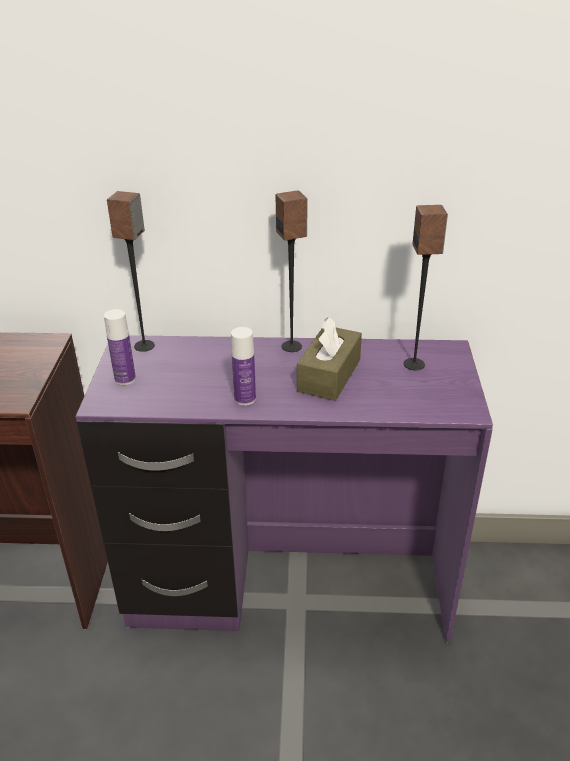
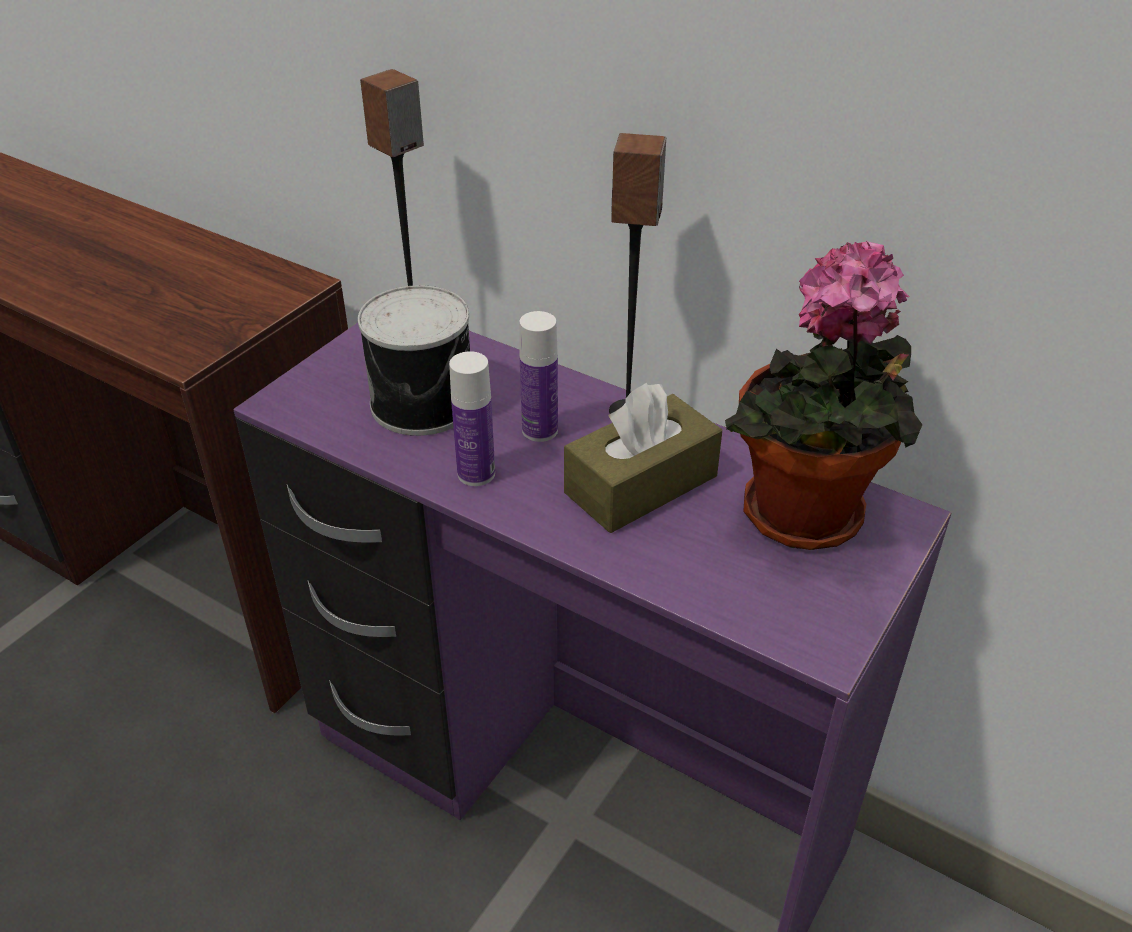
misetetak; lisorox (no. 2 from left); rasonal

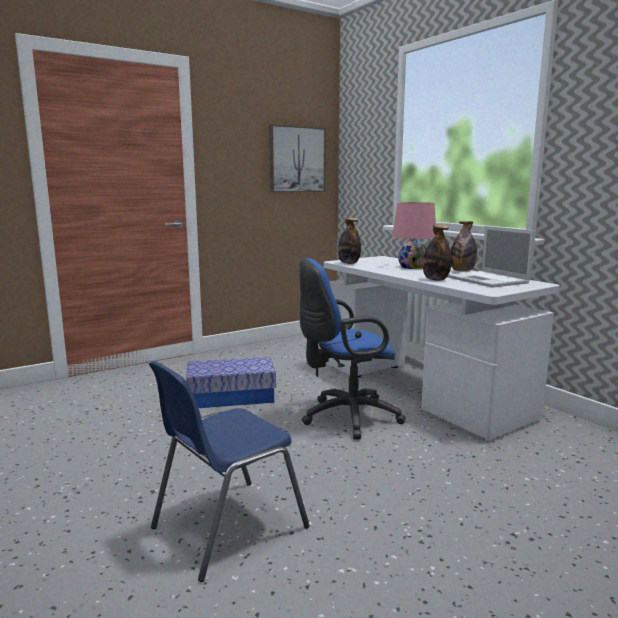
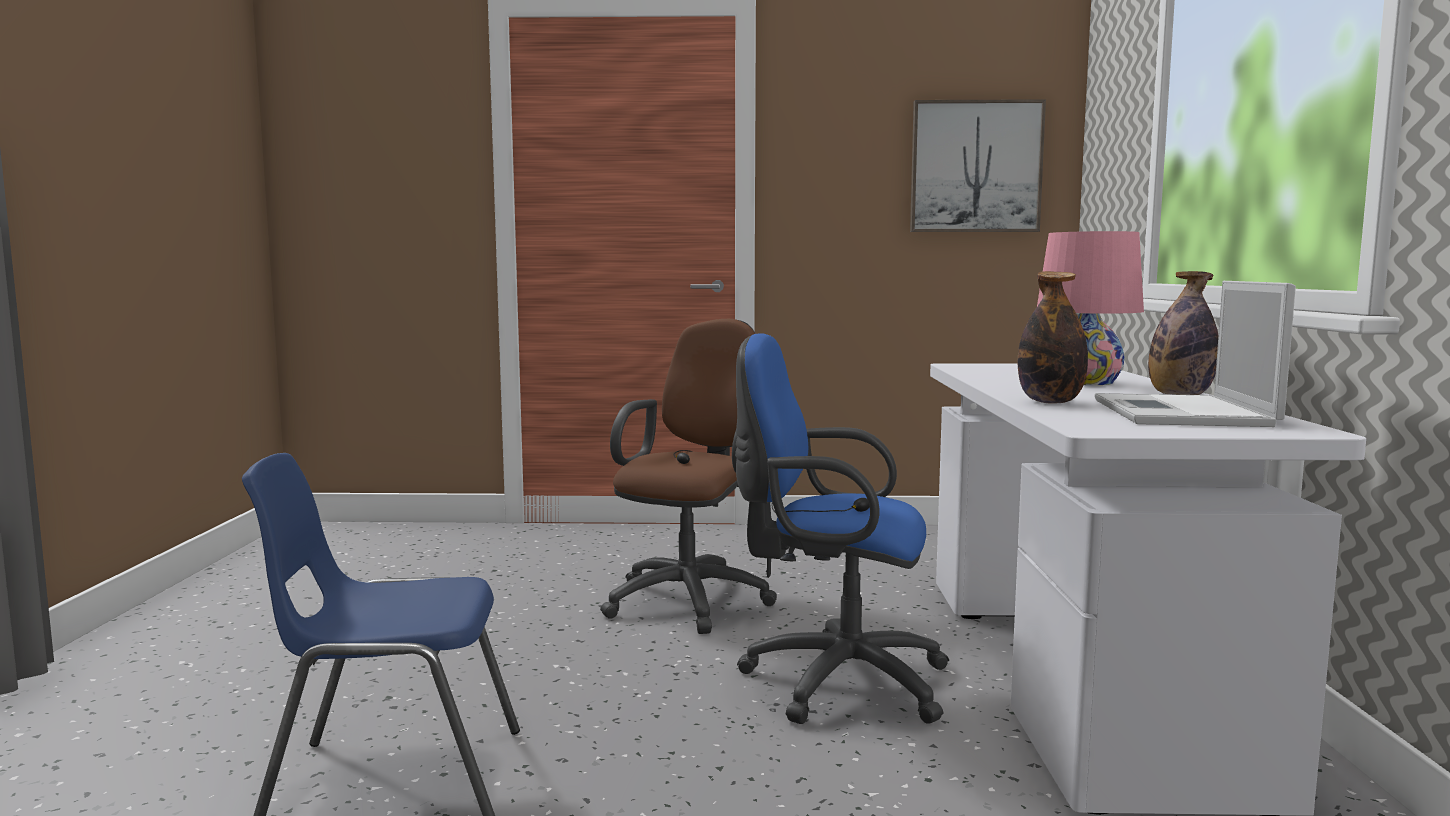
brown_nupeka; lisorox (no. 1 from left in the first image)

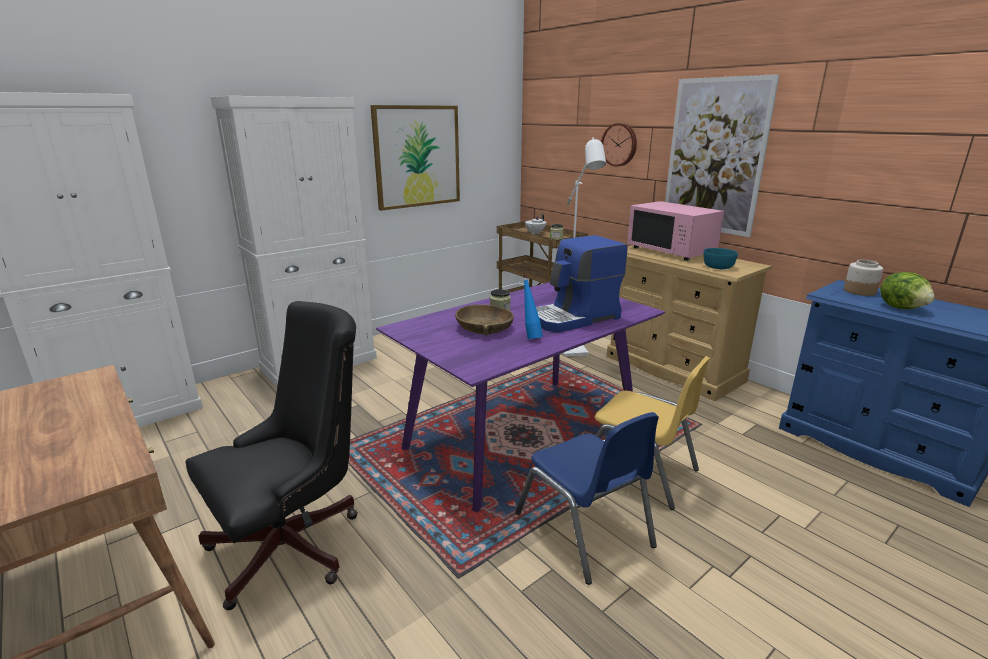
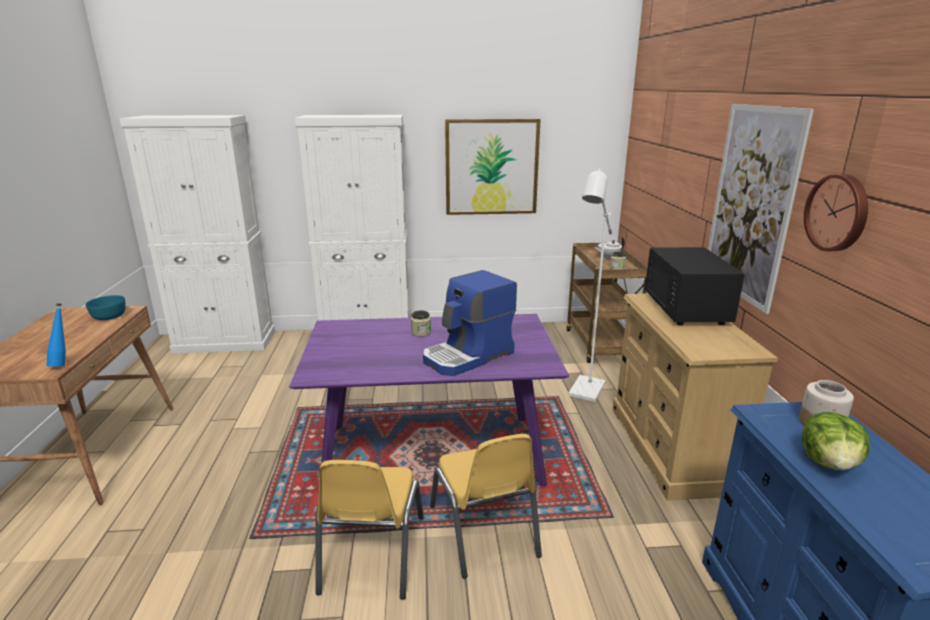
blue_lisorox; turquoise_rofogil; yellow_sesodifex (no. 1 from left); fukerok; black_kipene; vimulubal; black_nupeka; brown_rofogil

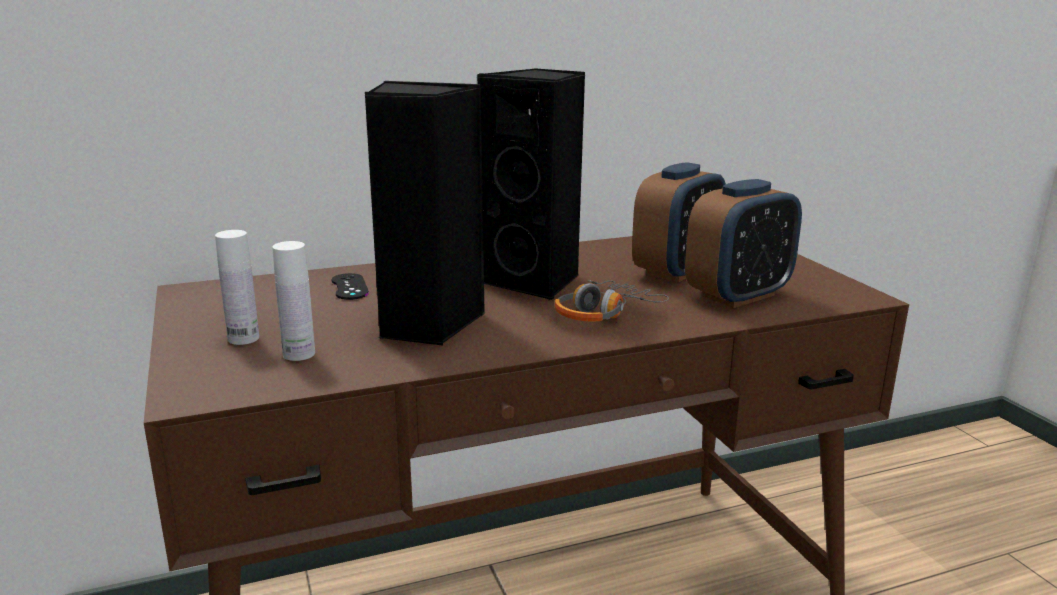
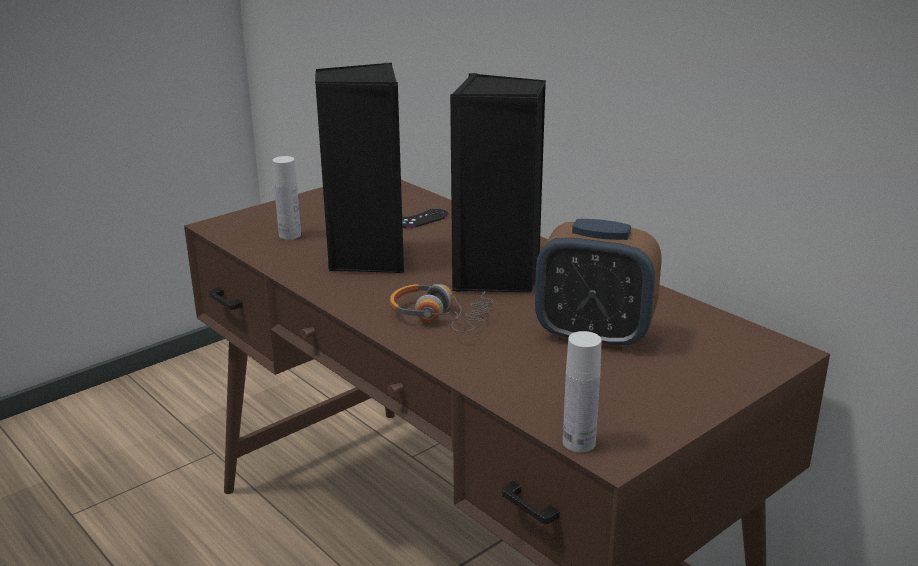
white_lisorox (no. 2 from left); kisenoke (no. 2 from left in the first image)

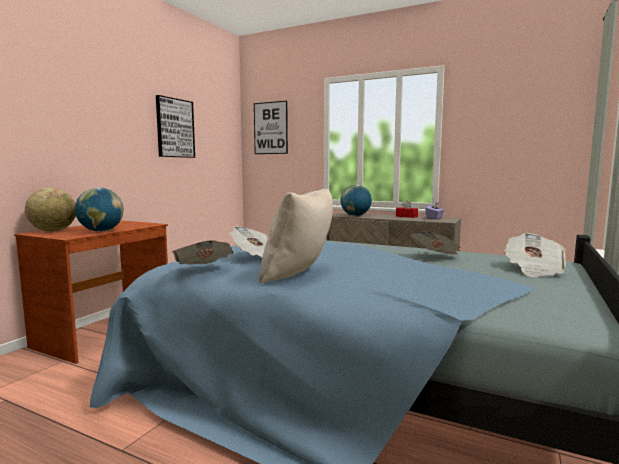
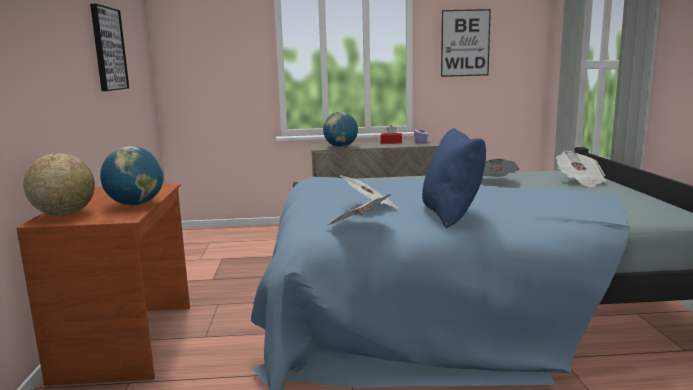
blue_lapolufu; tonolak (no. 2 from left)

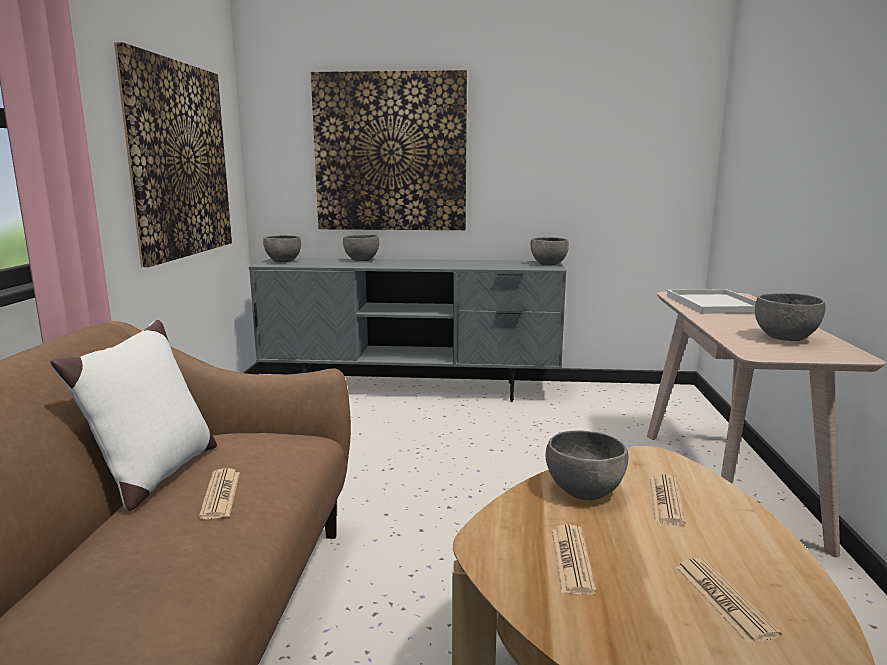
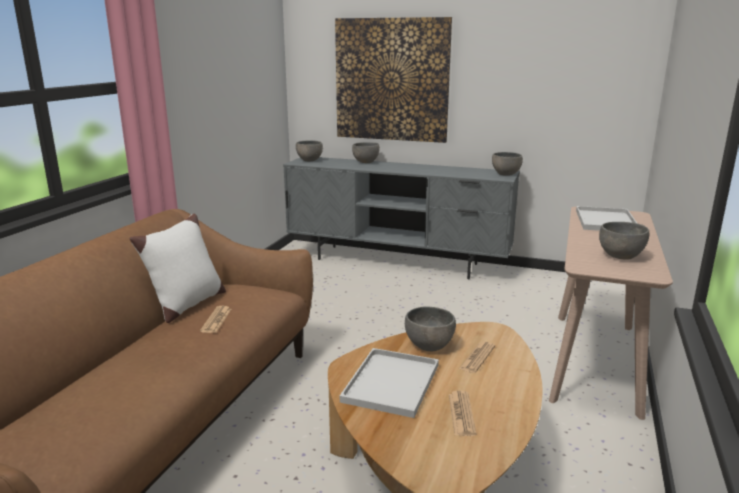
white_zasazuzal (no. 1 from left); tonolak (no. 1 from left in the first image)

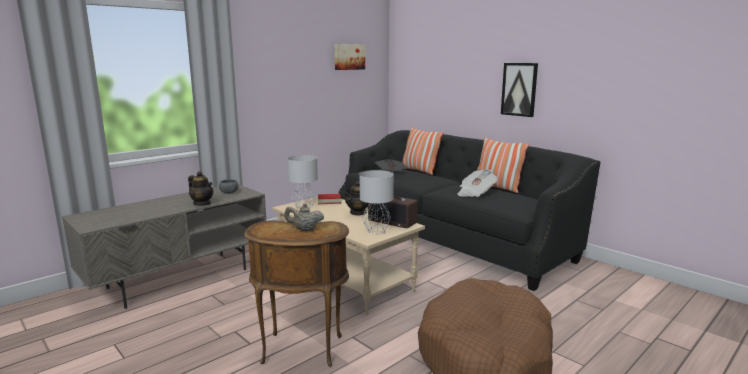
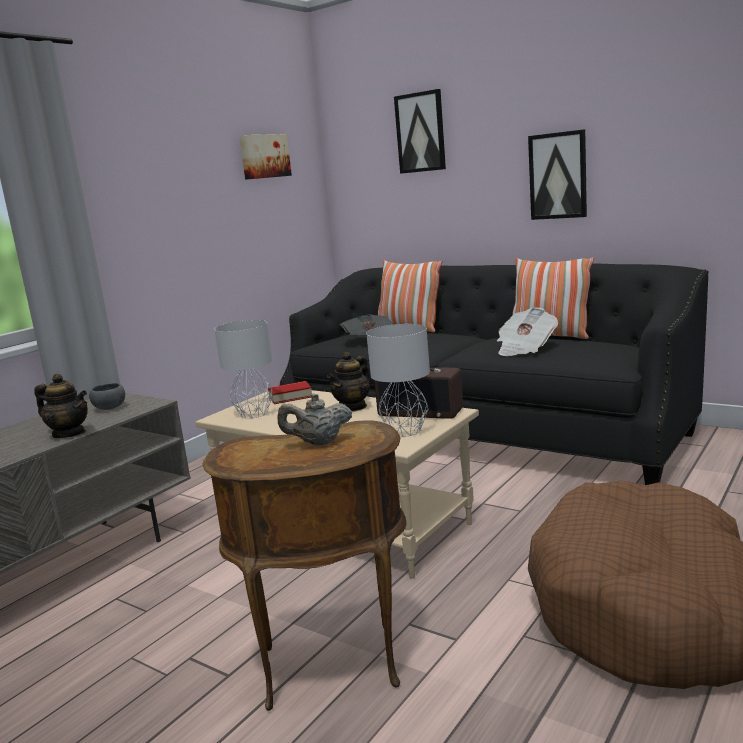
tonolak (no. 2 from left)

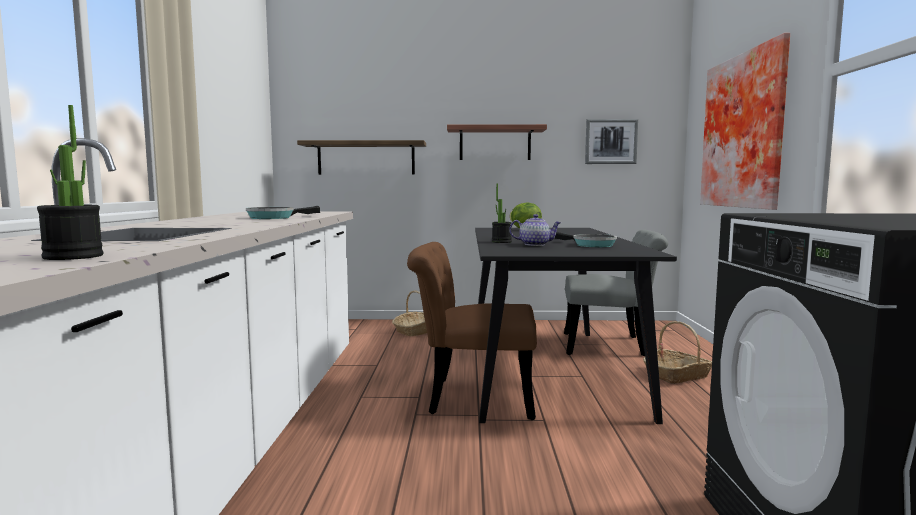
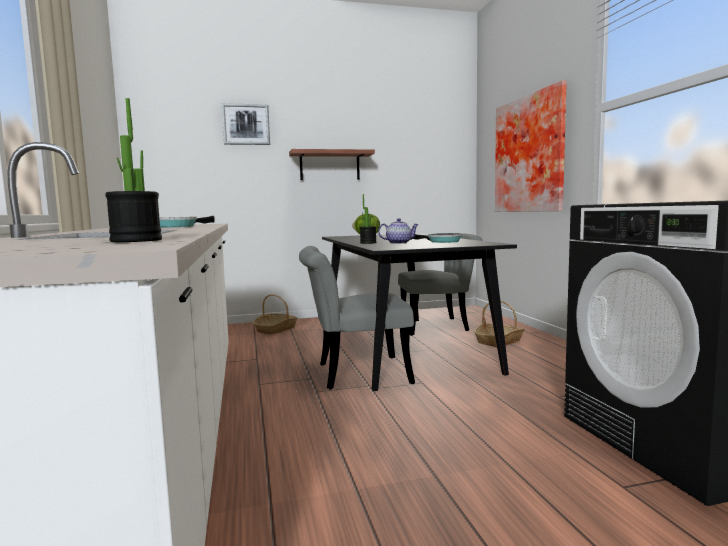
tonolak (no. 1 from left); grey_sesodifex (no. 1 from left); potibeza (no. 1 from left in the first image)

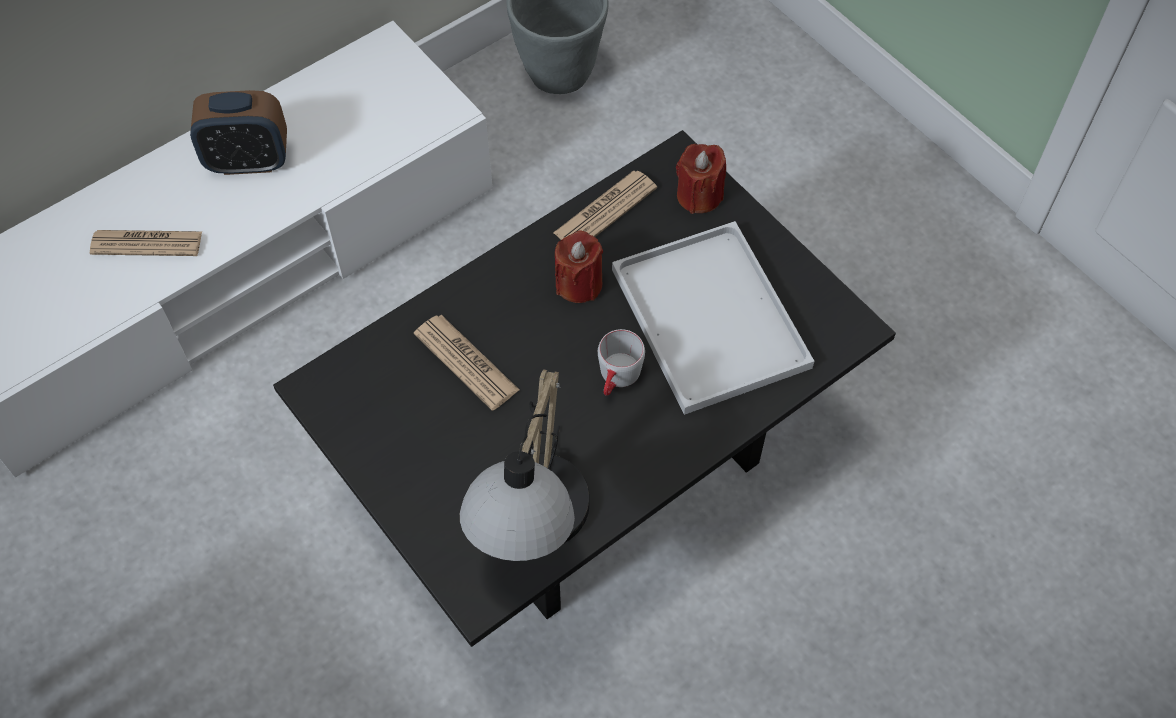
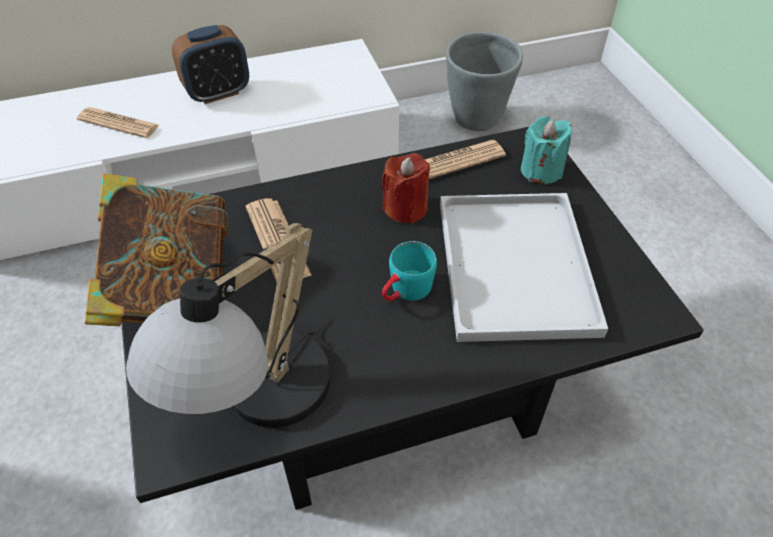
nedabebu; kisenoke; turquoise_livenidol; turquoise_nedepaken

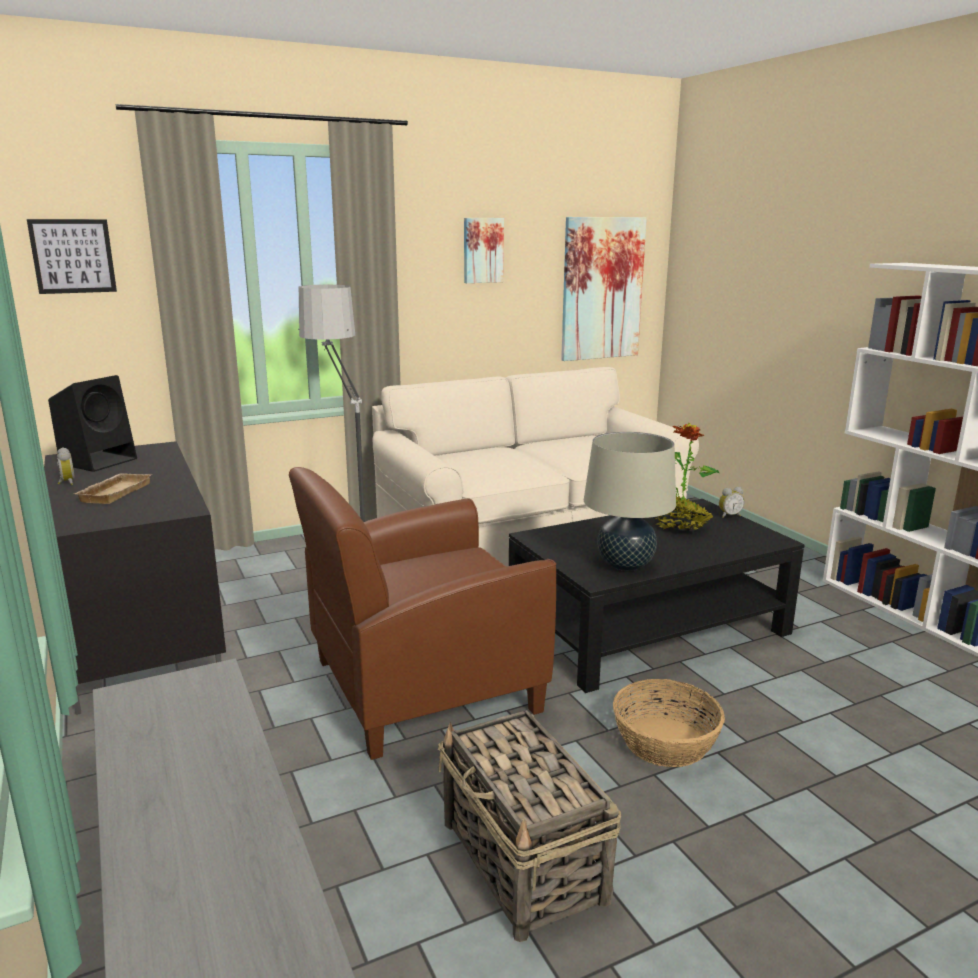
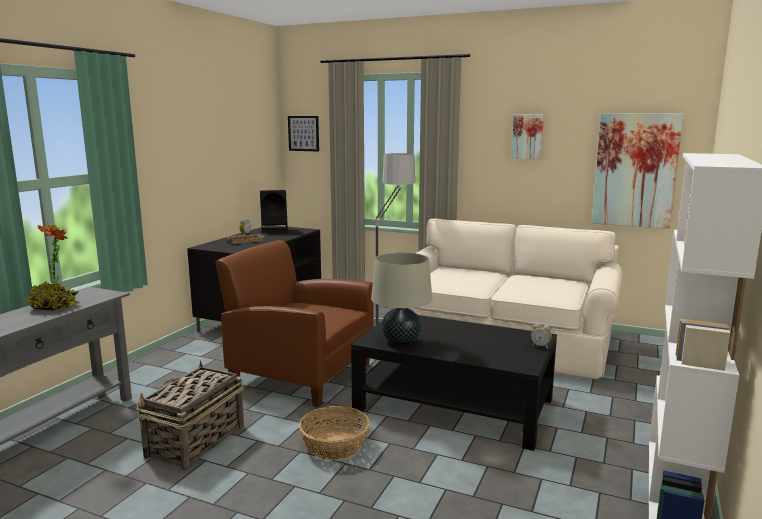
rasonal

